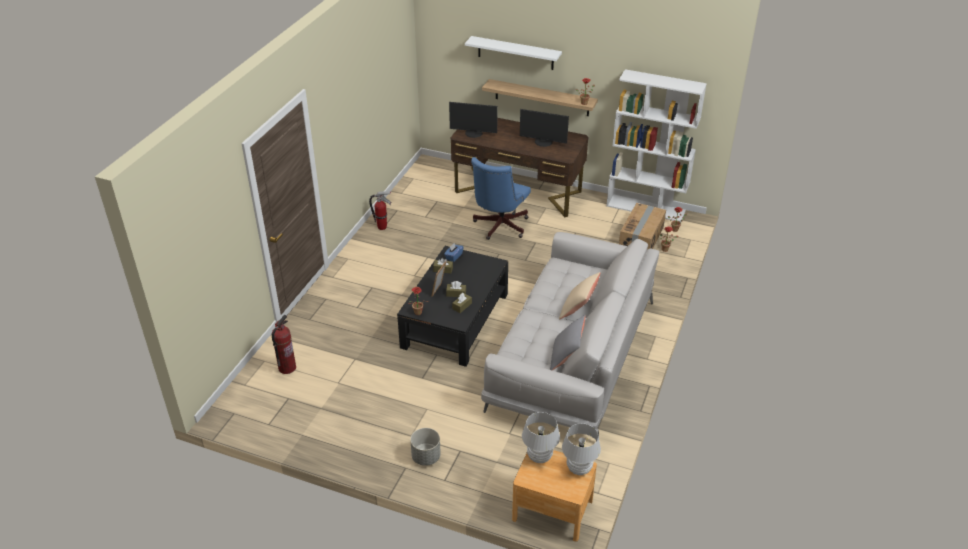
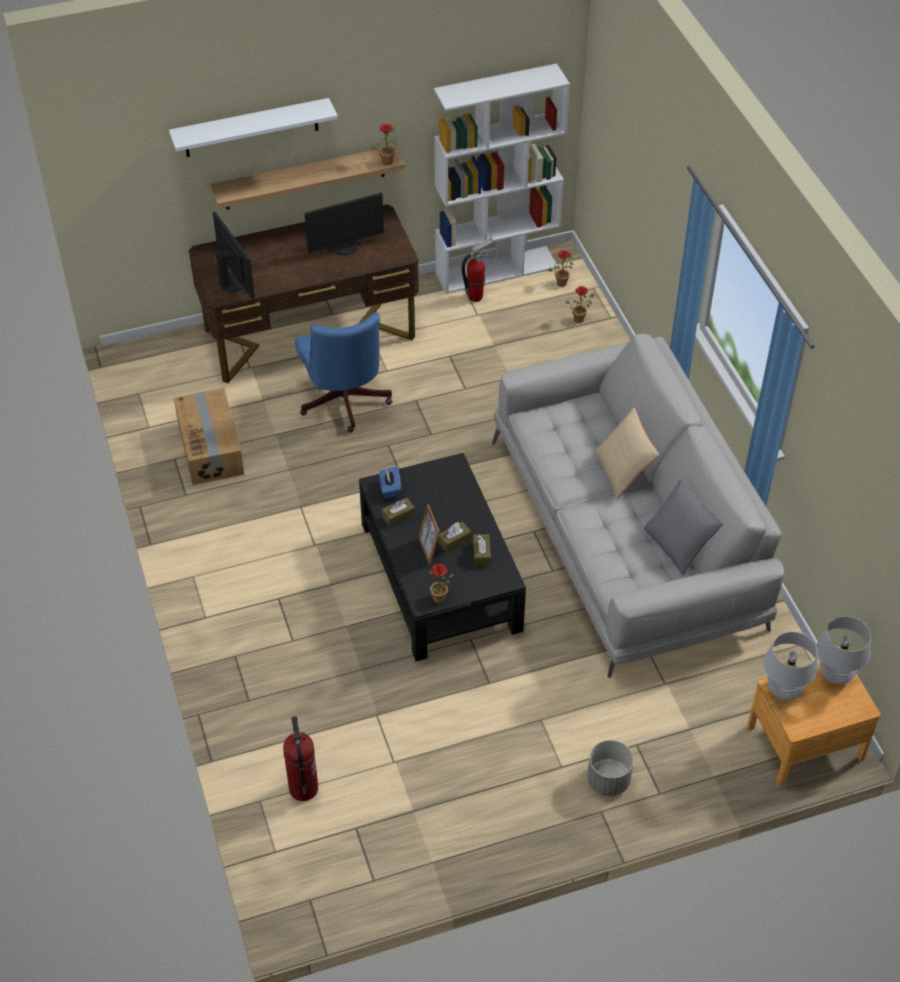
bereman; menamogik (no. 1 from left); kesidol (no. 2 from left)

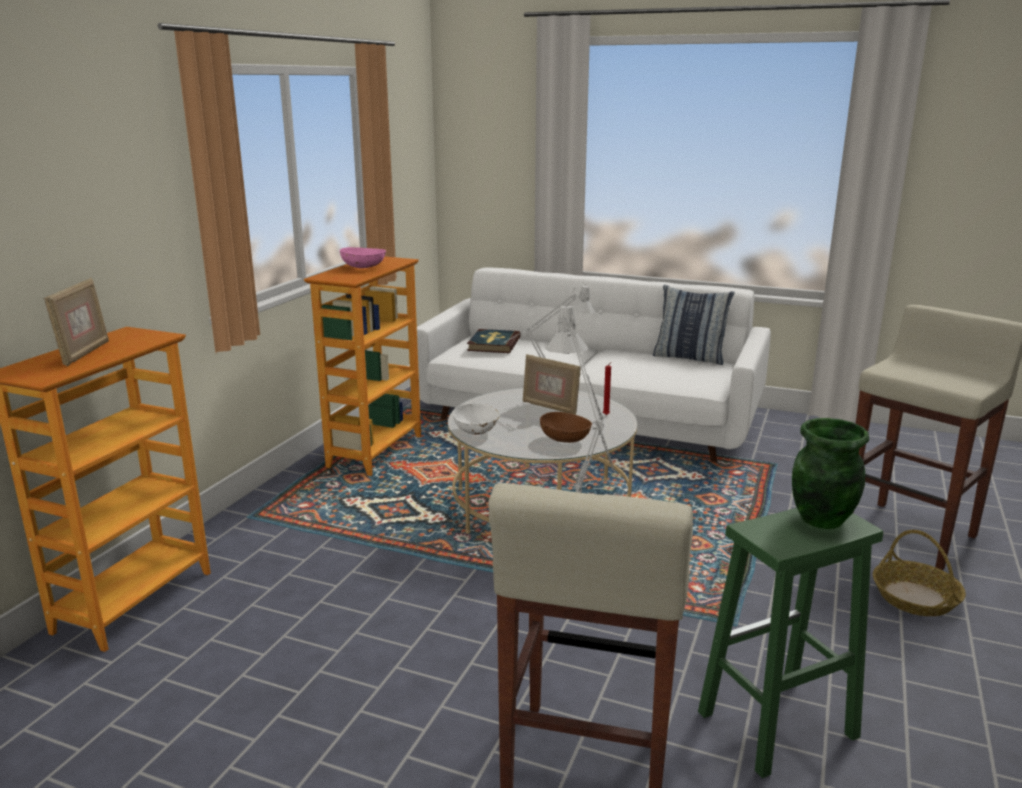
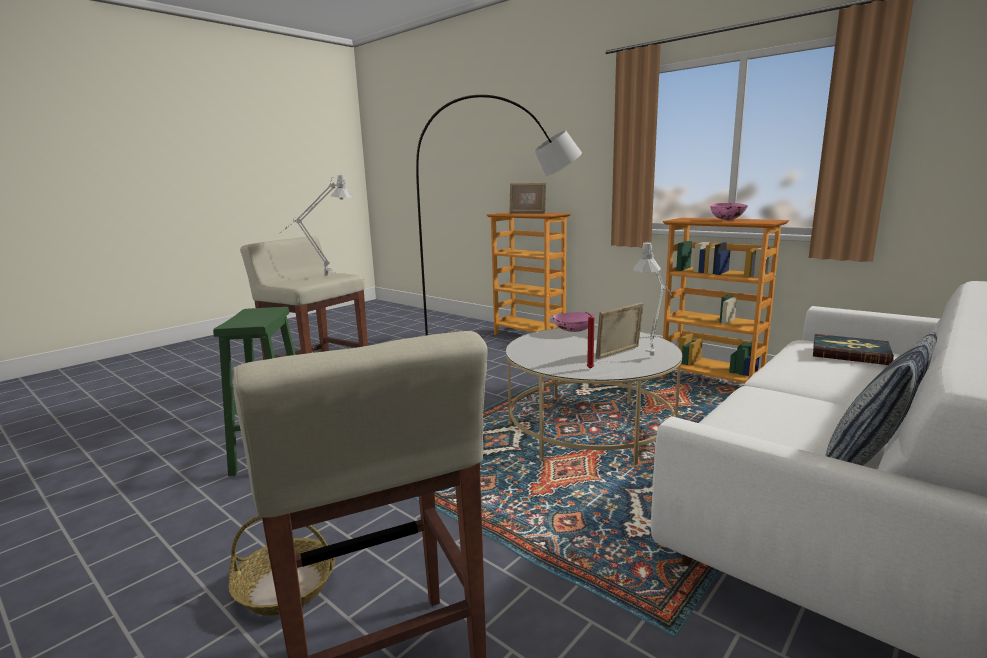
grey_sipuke; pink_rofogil (no. 1 from left); brown_rofogil; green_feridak

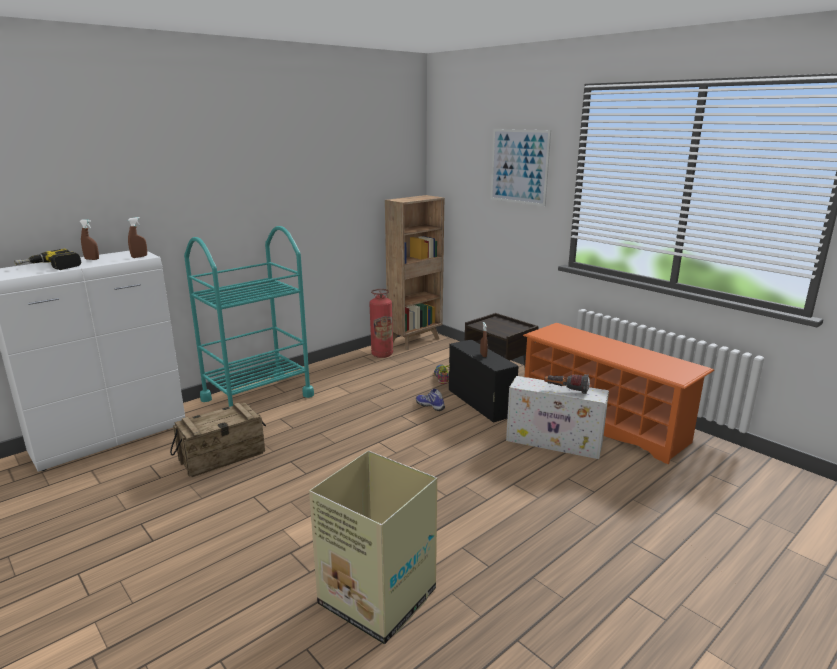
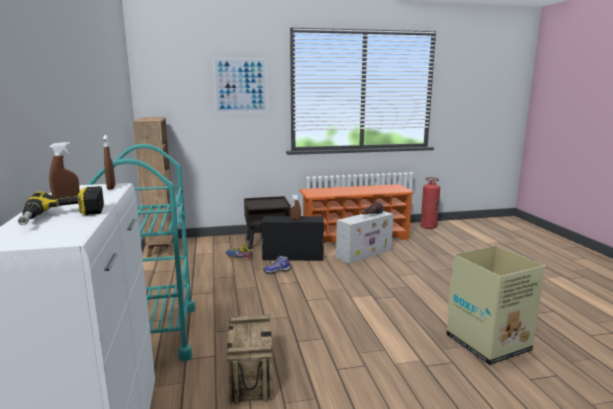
kesidol

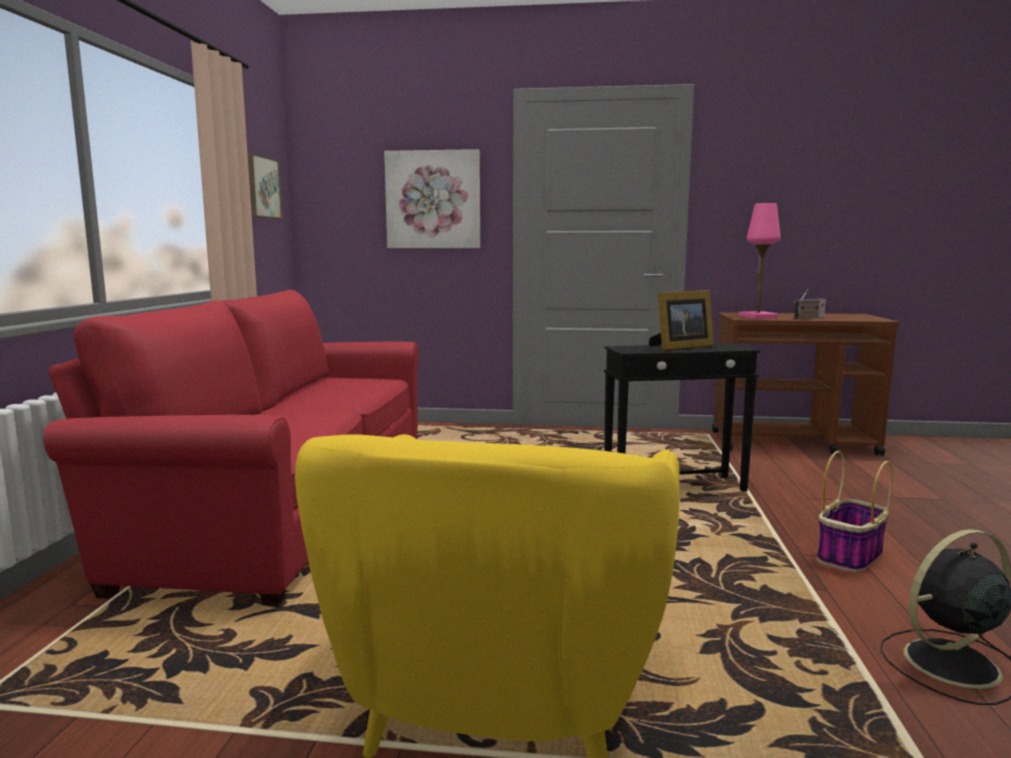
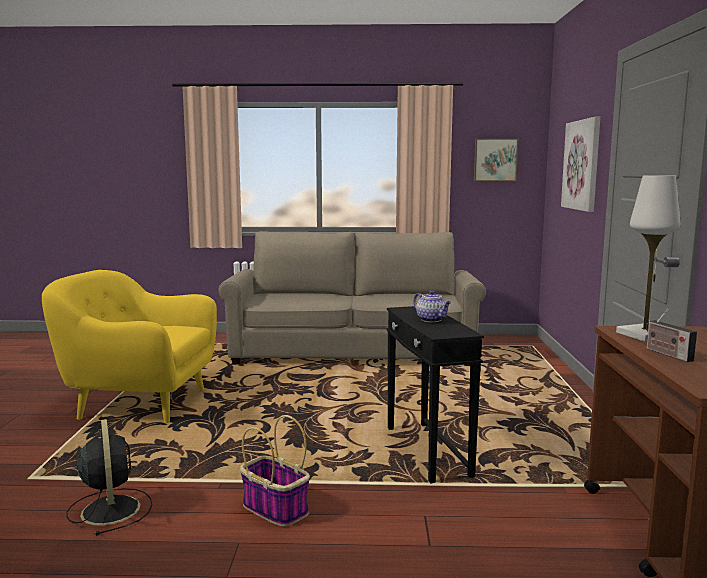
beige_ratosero; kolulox; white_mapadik

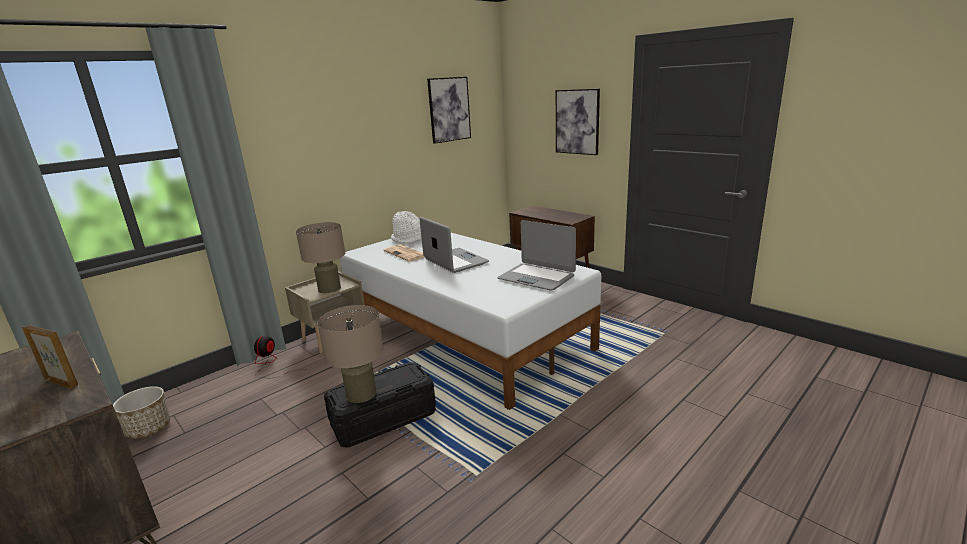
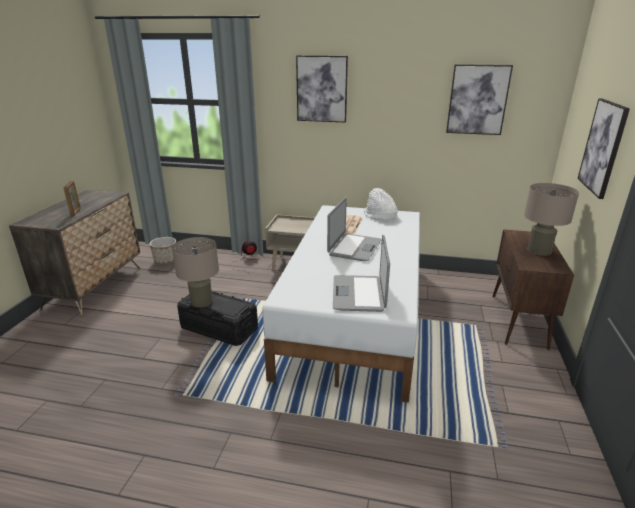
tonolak (no. 1 from left); beige_mapadik (no. 2 from left)

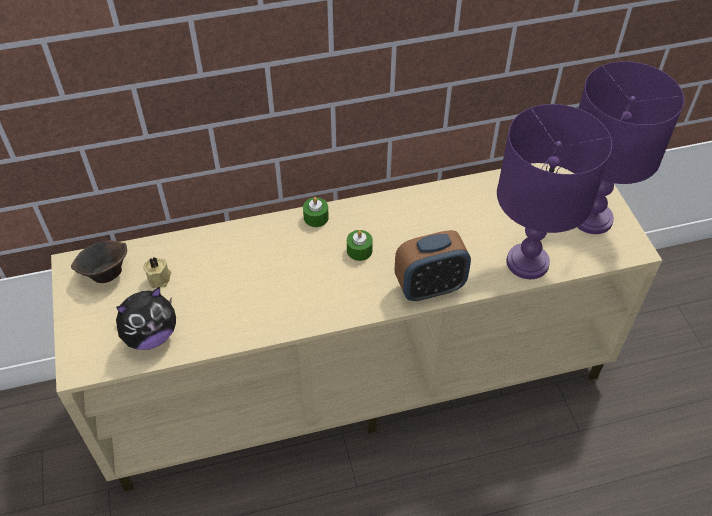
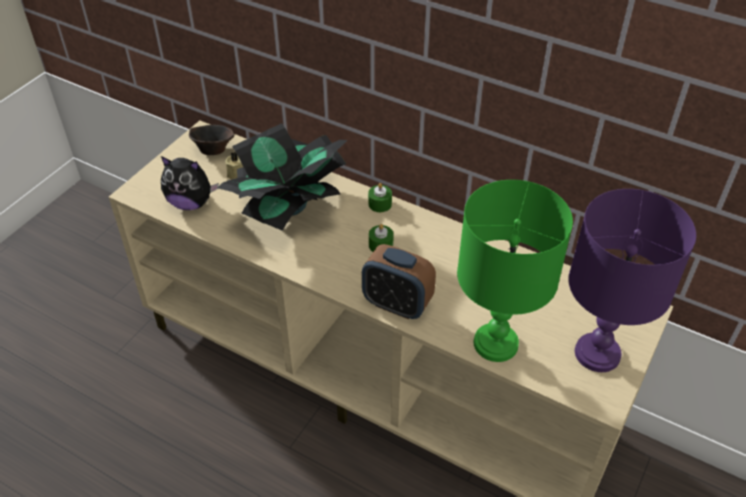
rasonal; green_mapadik

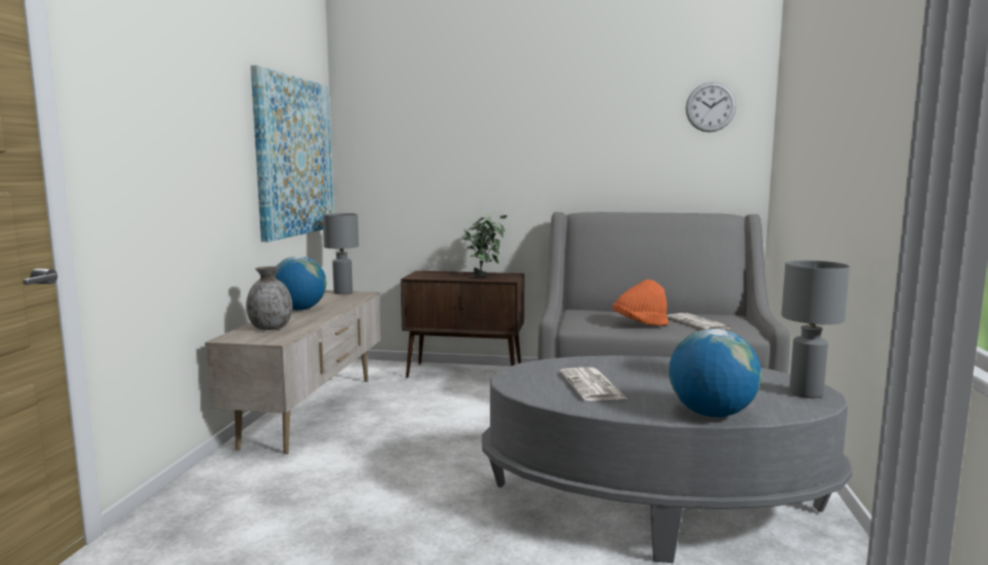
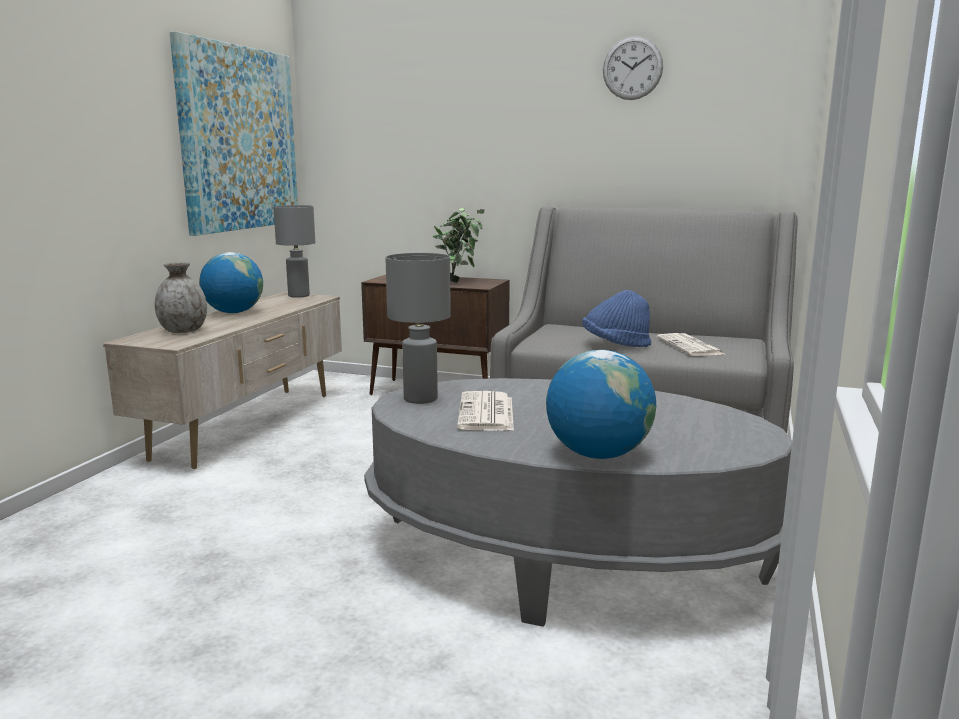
grey_mapadik (no. 2 from left); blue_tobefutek; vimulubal

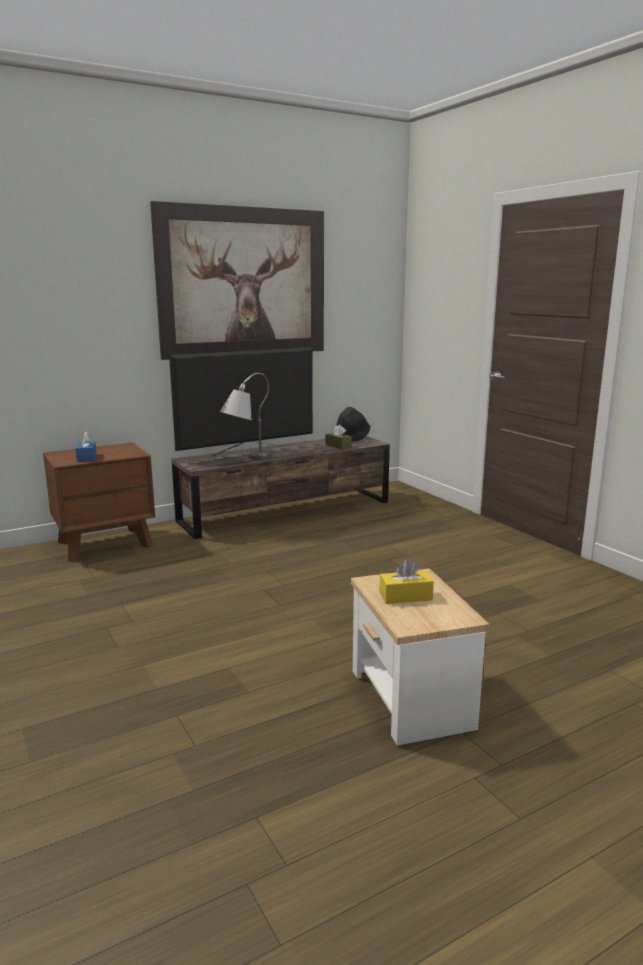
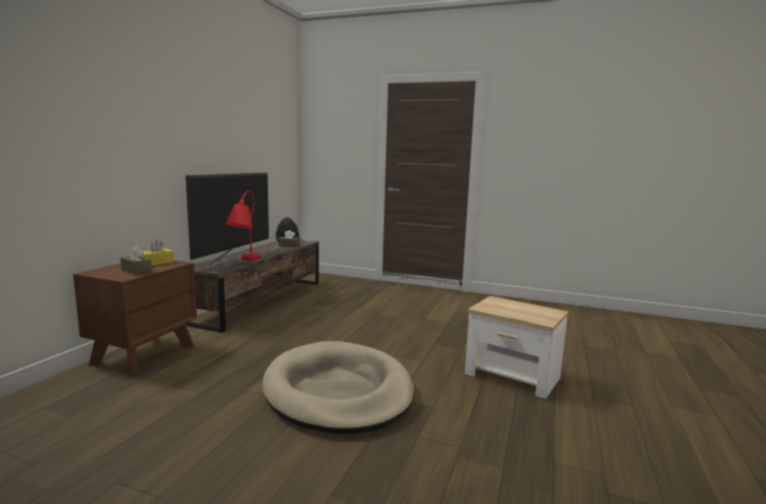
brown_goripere (no. 1 from left); yellow_goripere; red_mapadik; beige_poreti; tonolak

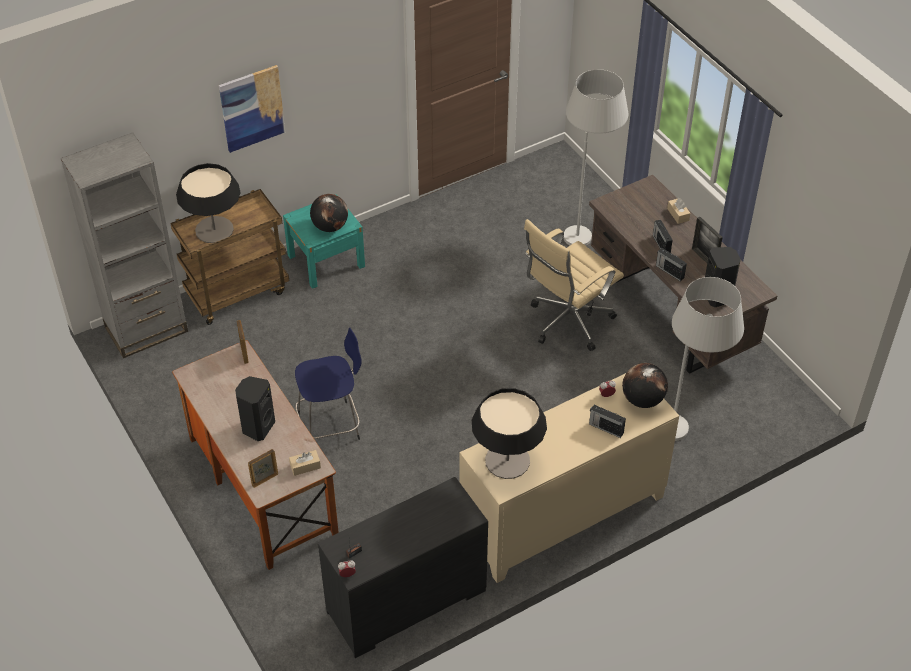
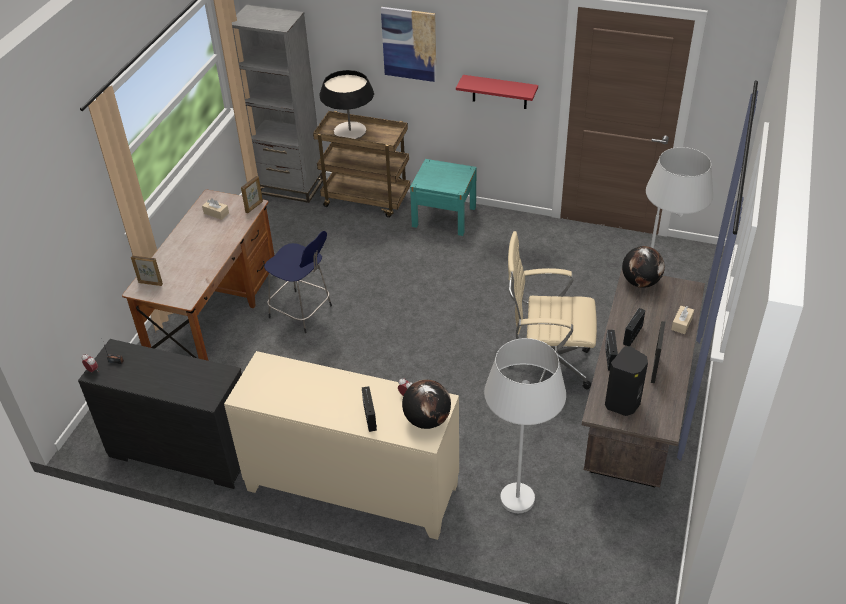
beige_goripere (no. 1 from left); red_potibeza; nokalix (no. 2 from left); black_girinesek (no. 1 from left in the first image); mapadik (no. 2 from left in the first image)

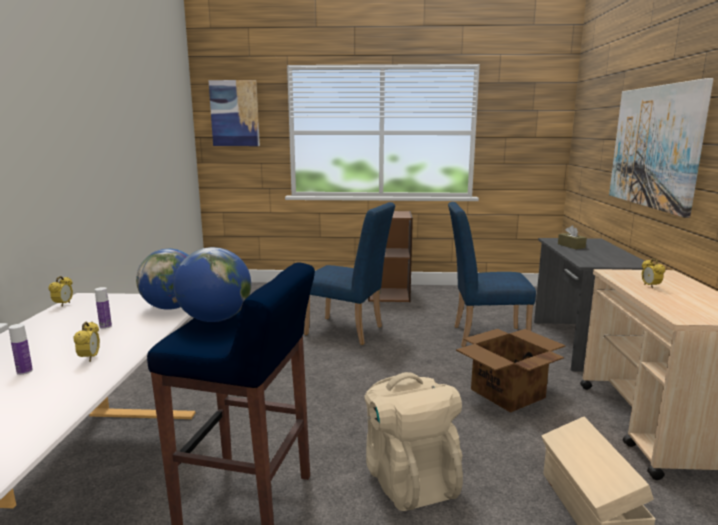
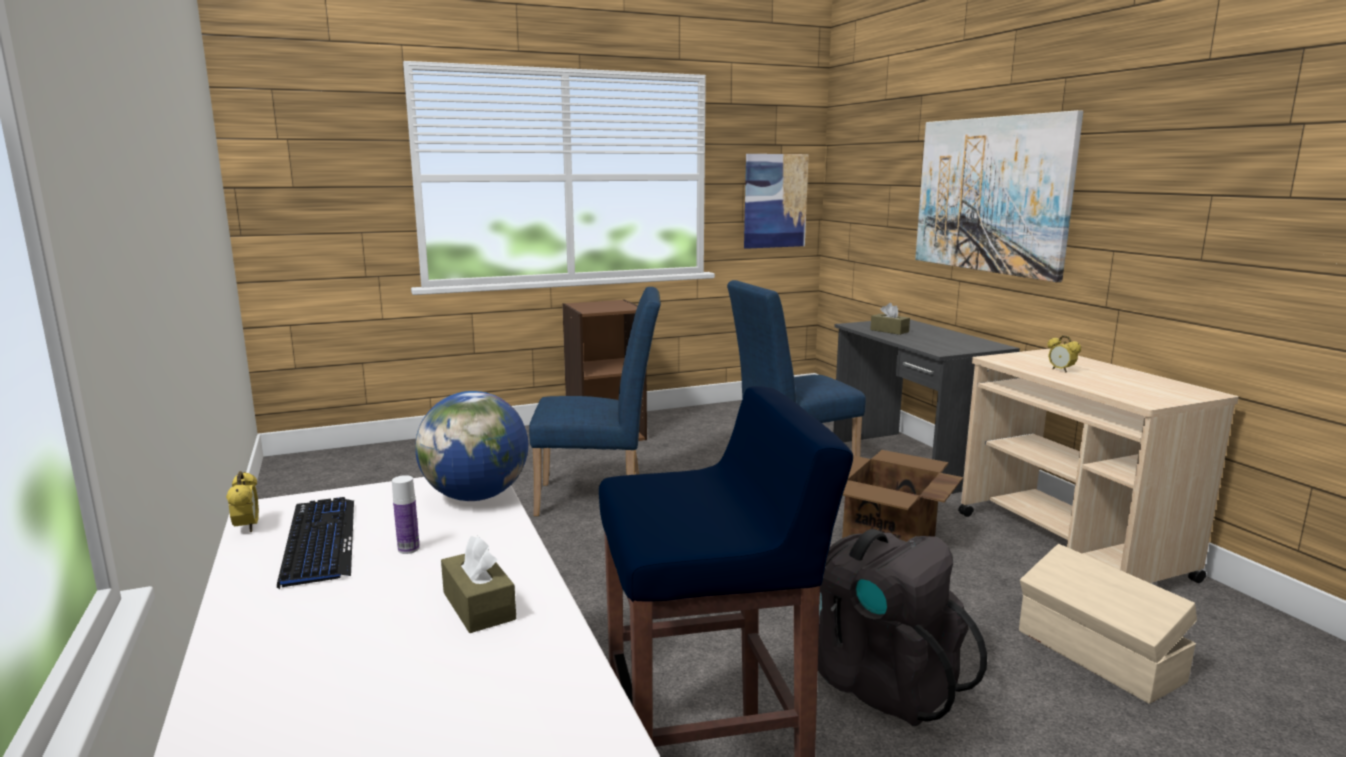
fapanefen; brown_goripere (no. 1 from left); tonolak (no. 1 from left); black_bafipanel; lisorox (no. 1 from left in the first image); nokalix (no. 2 from left in the first image)

